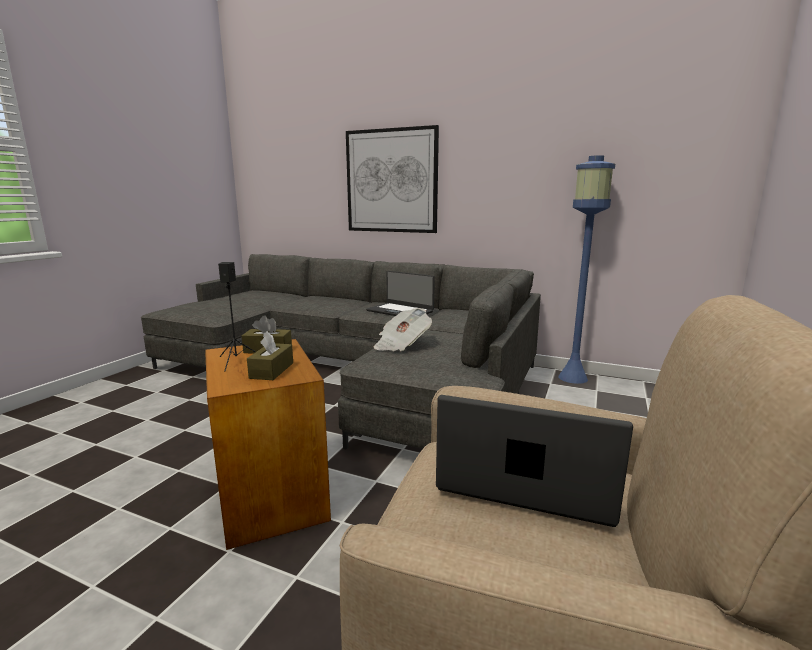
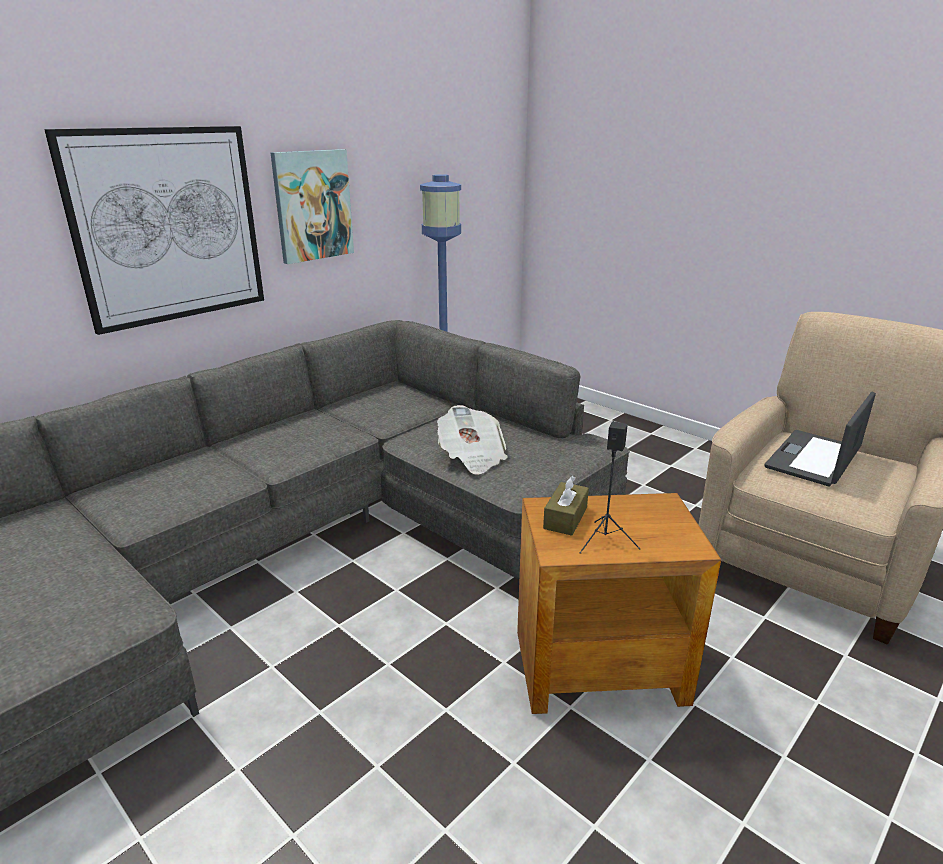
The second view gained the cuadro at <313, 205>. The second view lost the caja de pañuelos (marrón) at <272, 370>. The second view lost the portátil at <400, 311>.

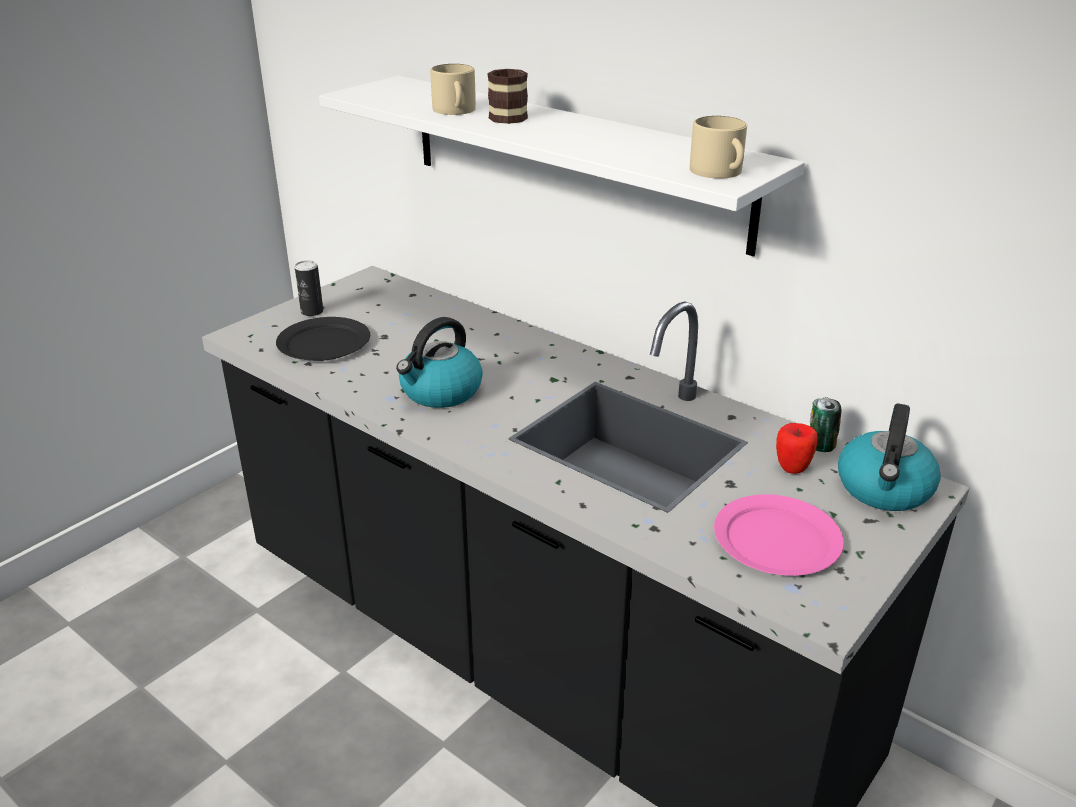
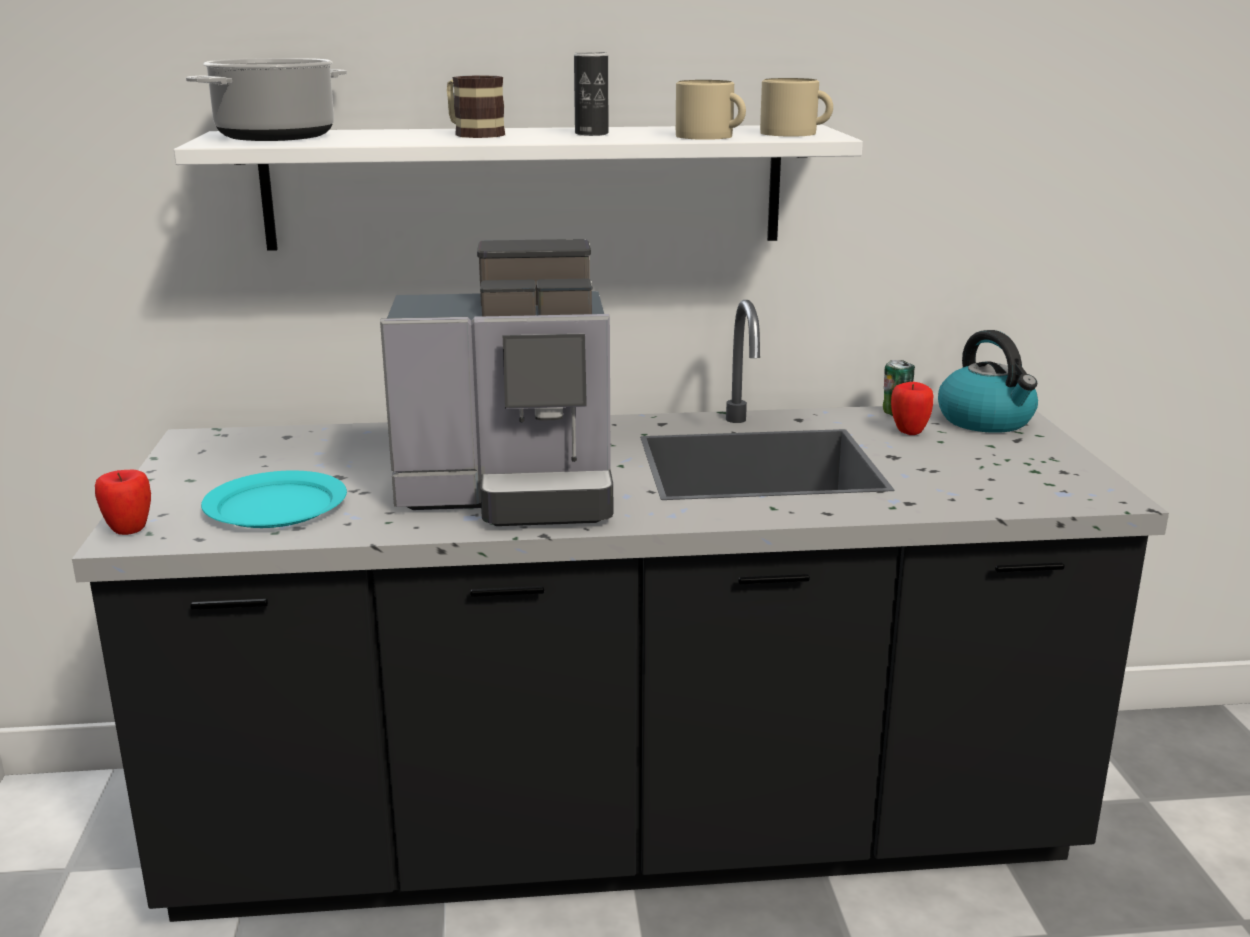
The second view gained the manzana at <129, 530>. The second view gained the olla at <275, 136>. What was the plato (negro) at <324, 343> turned into the plato (turquesa) at <277, 506>. Where the hervidor stood at <440, 392>, the cafetera came to stand at <513, 494>. The lata ended up elsewhere, having gone from <312, 311> to <591, 134>. The taza grande (beis) ended up elsewhere, having gone from <455, 110> to <711, 136>. The second view lost the plato (rosa) at <777, 540>.

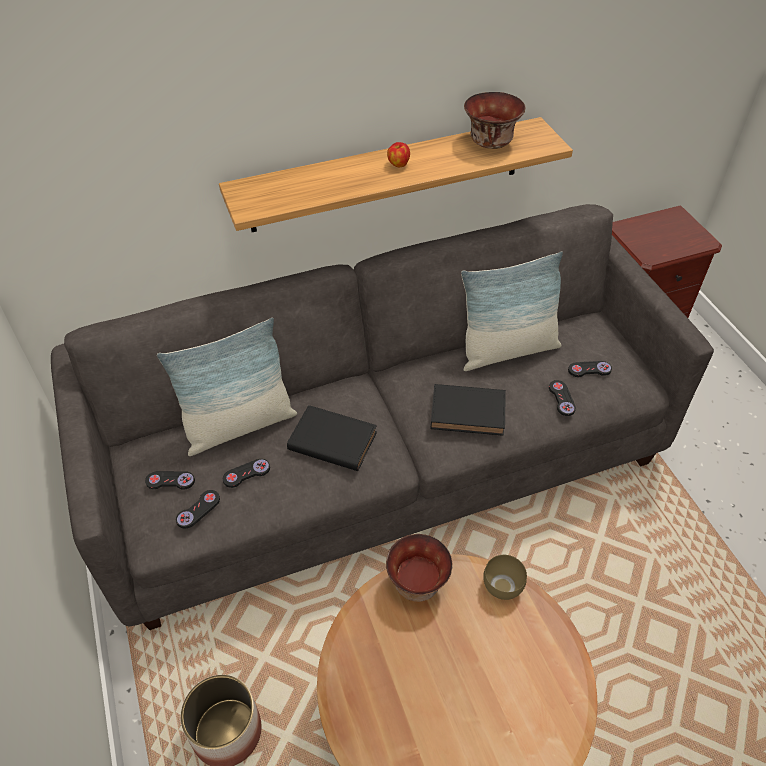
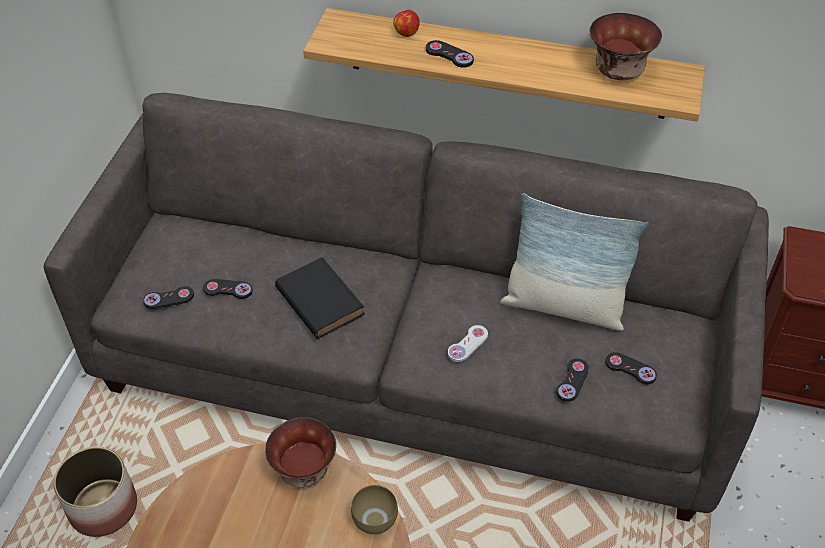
The manzana ended up elsewhere, having gone from <398, 164> to <406, 33>. The mando de consola (negro) ended up elsewhere, having gone from <170, 481> to <449, 55>. Where the libro (negro) stood at <470, 413>, the mando de consola (blanco) came to stand at <468, 344>. The second view lost the cojín at <239, 425>.

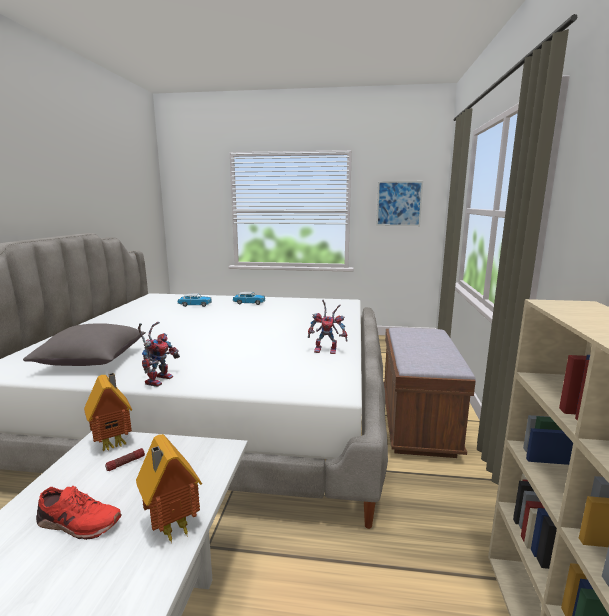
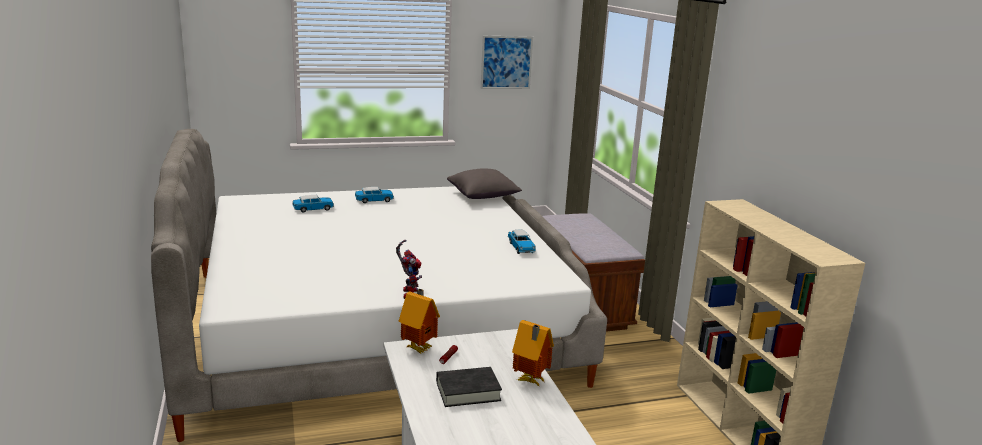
Where the zapato (rojo) stood at <78, 523>, the libro (negro) came to stand at <468, 391>. The cojín (gris) ended up elsewhere, having gone from <93, 361> to <483, 196>. Where the robot de juguete stood at <327, 350>, the coche de juguete came to stand at <521, 248>.

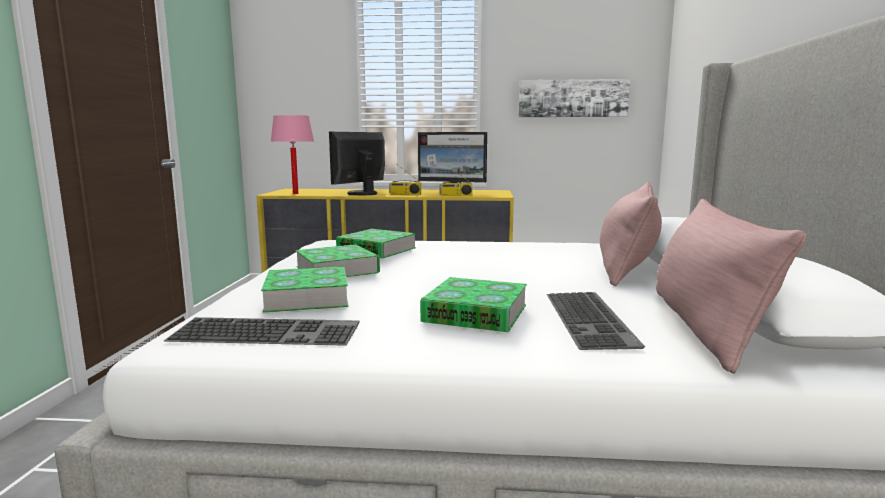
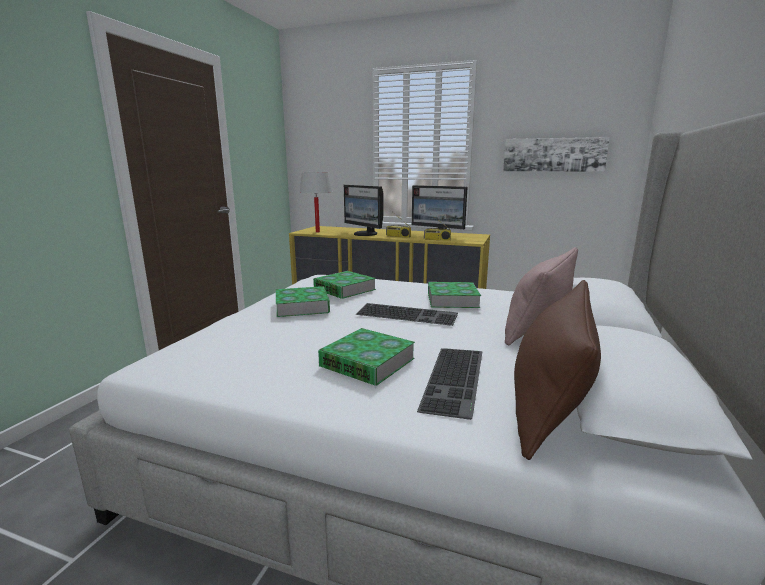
What was the lámpara de mesa (rosa) at <295, 193> turned into the lámpara de mesa (blanco) at <317, 232>. The monitor at <361, 193> ended up facing another way, 90 degrees counterclockwise from before. The teclado ended up elsewhere, having gone from <269, 331> to <408, 314>. The libro ended up elsewhere, having gone from <307, 297> to <452, 300>. What was the cojín (rosa) at <704, 326> turned into the cojín (marrón) at <550, 401>.

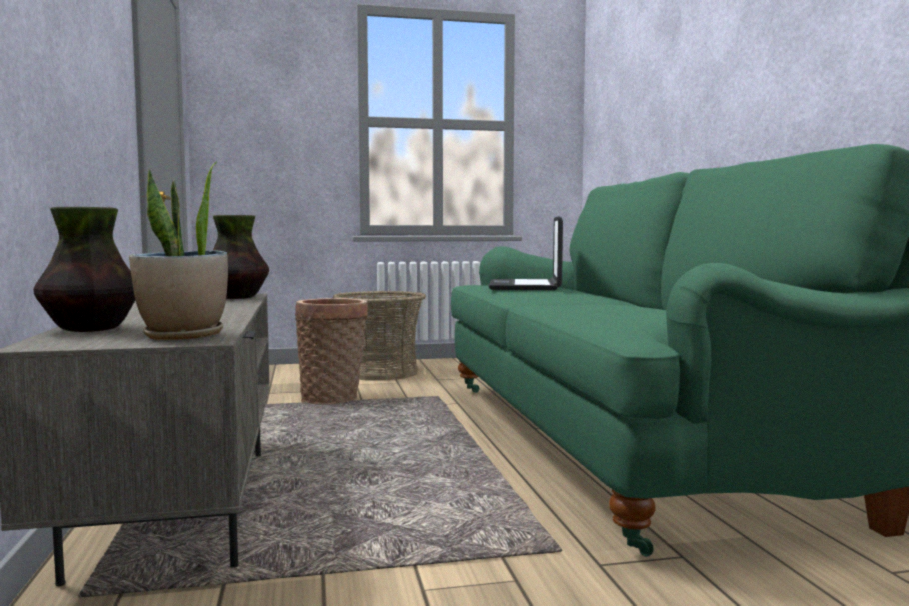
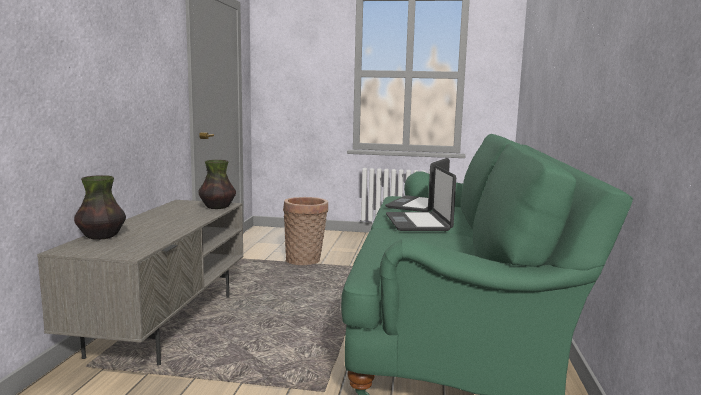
The second view gained the portátil at <418, 223>. The second view lost the planta en maceta at <183, 336>. The second view lost the cesta at <380, 372>.

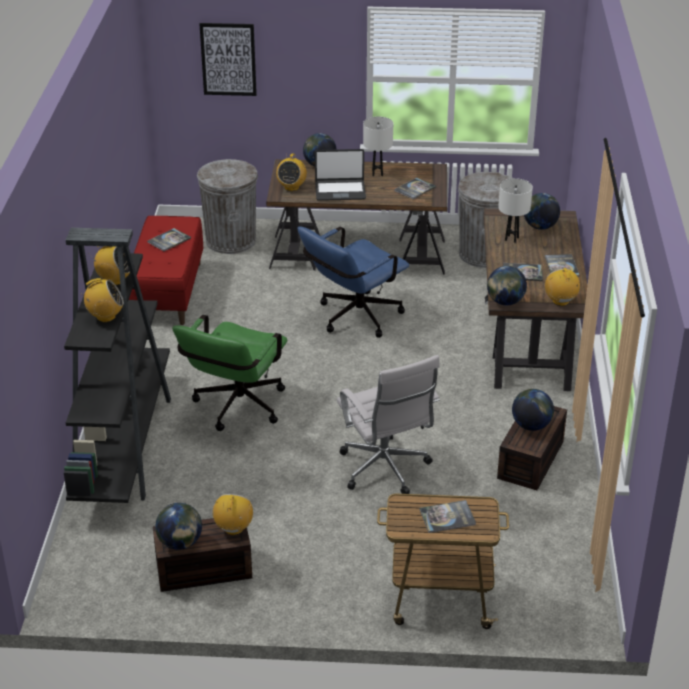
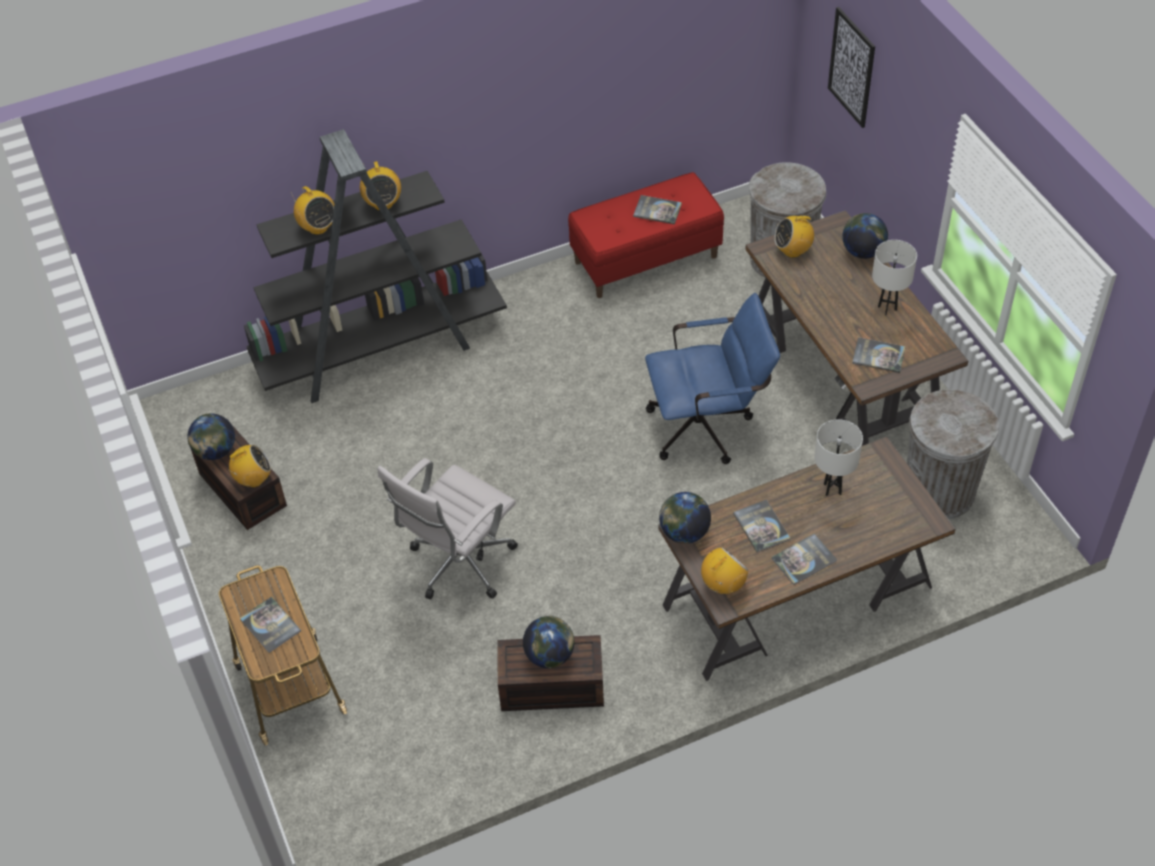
The silla de oficina (azul) at <353, 318> ended up facing another way, 150 degrees clockwise from before. The second view lost the silla de oficina (verde) at <235, 409>. The second view lost the portátil at <340, 191>. The second view lost the globo terráqueo at <540, 227>.

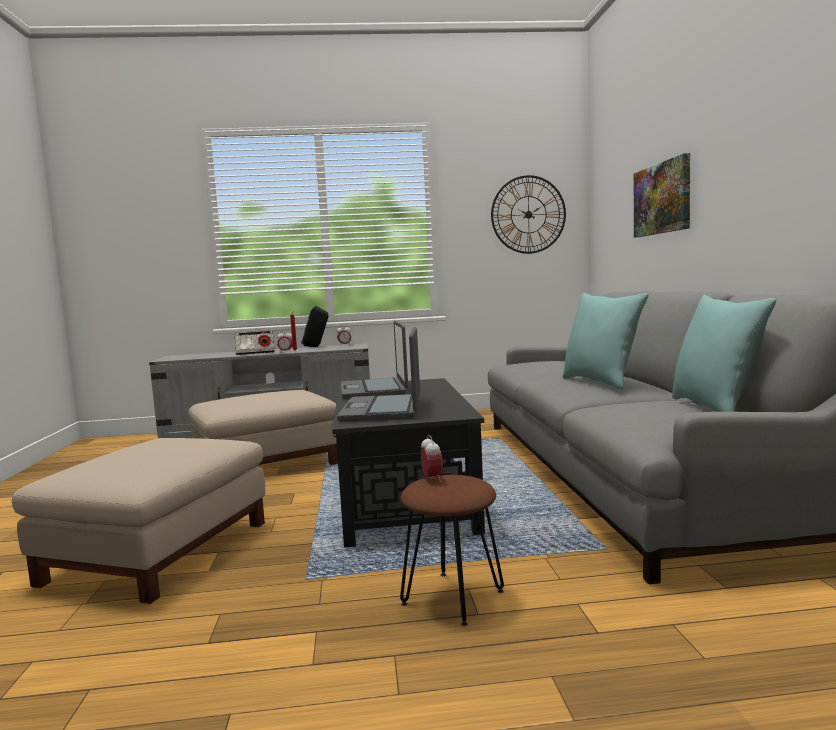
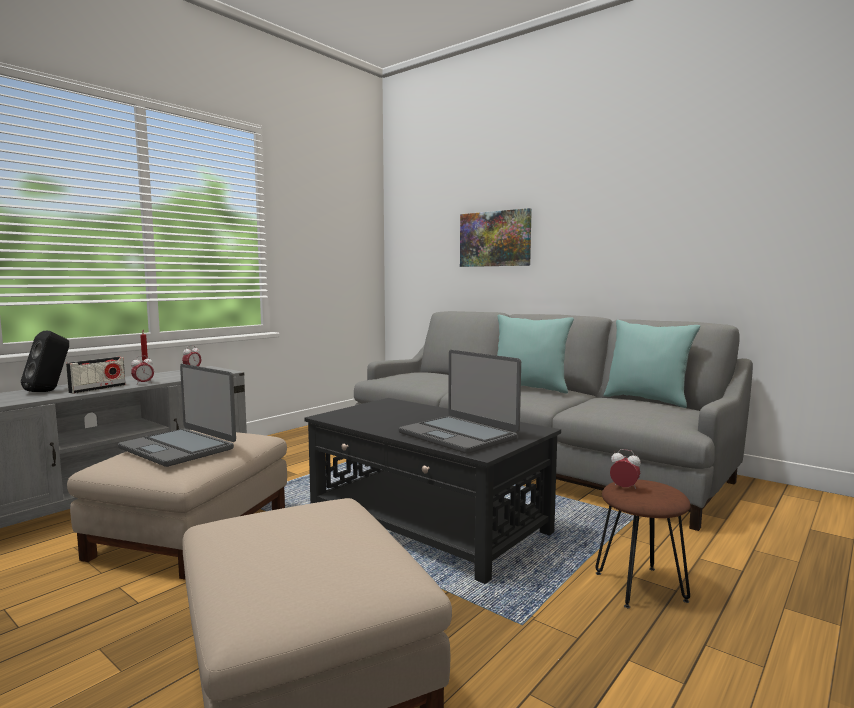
The altavoz (negro) ended up elsewhere, having gone from <316, 346> to <49, 391>. The portátil ended up elsewhere, having gone from <374, 390> to <178, 448>. The second view lost the reloj de pared at <528, 214>.

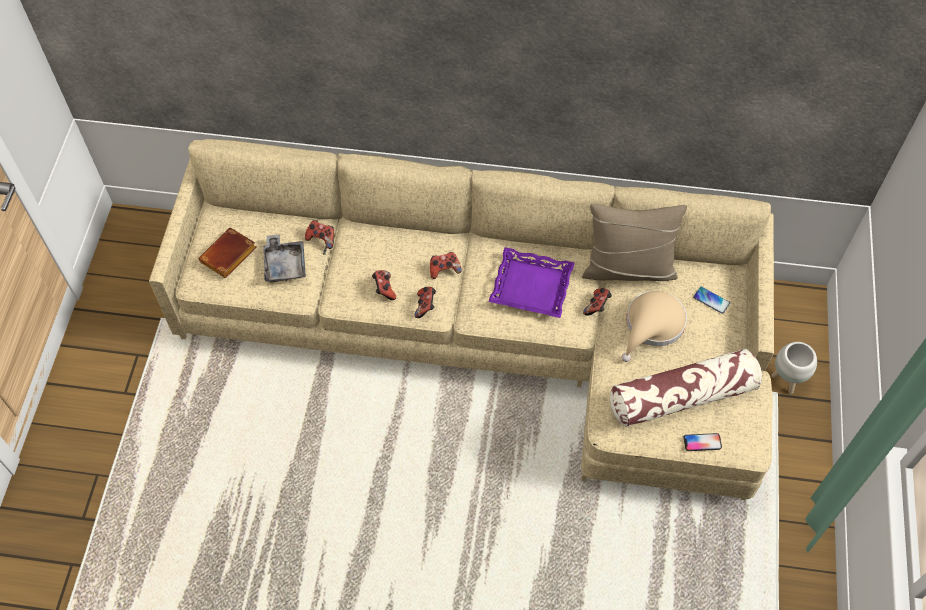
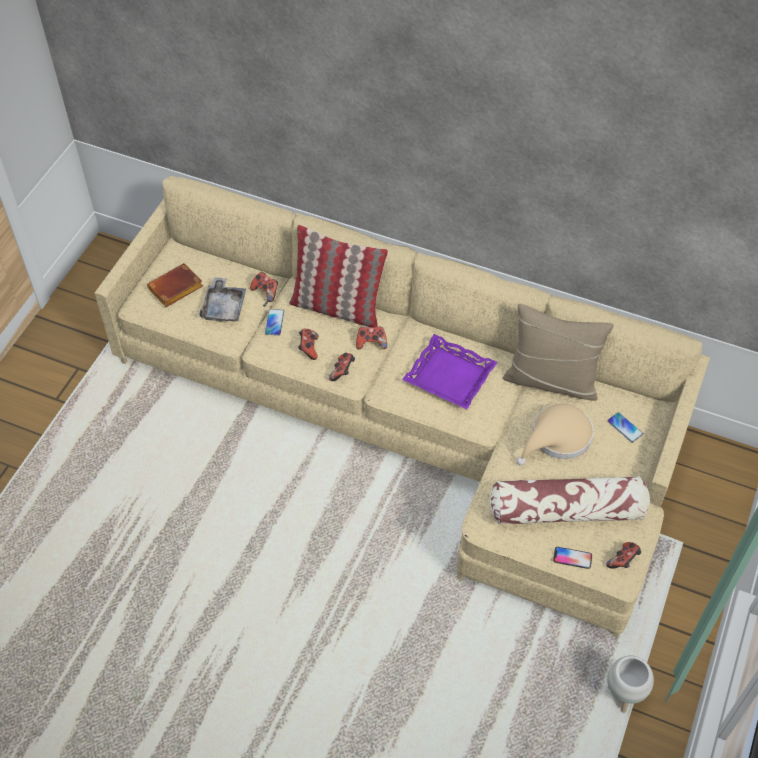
The second view gained the móvil at <274, 322>. The second view gained the cojín at <337, 307>. The mando de consola ended up elsewhere, having gone from <597, 306> to <623, 561>. The maceta (blanco) ended up elsewhere, having gone from <786, 380> to <622, 696>.

